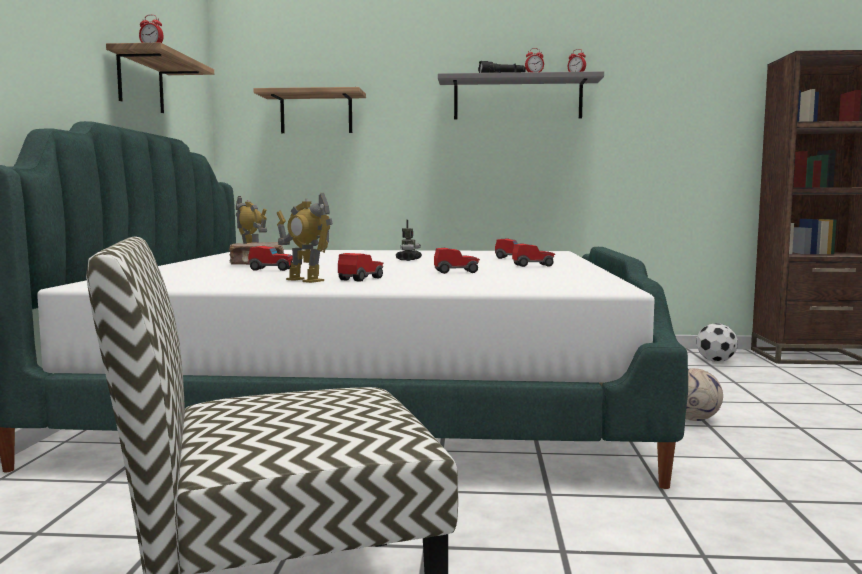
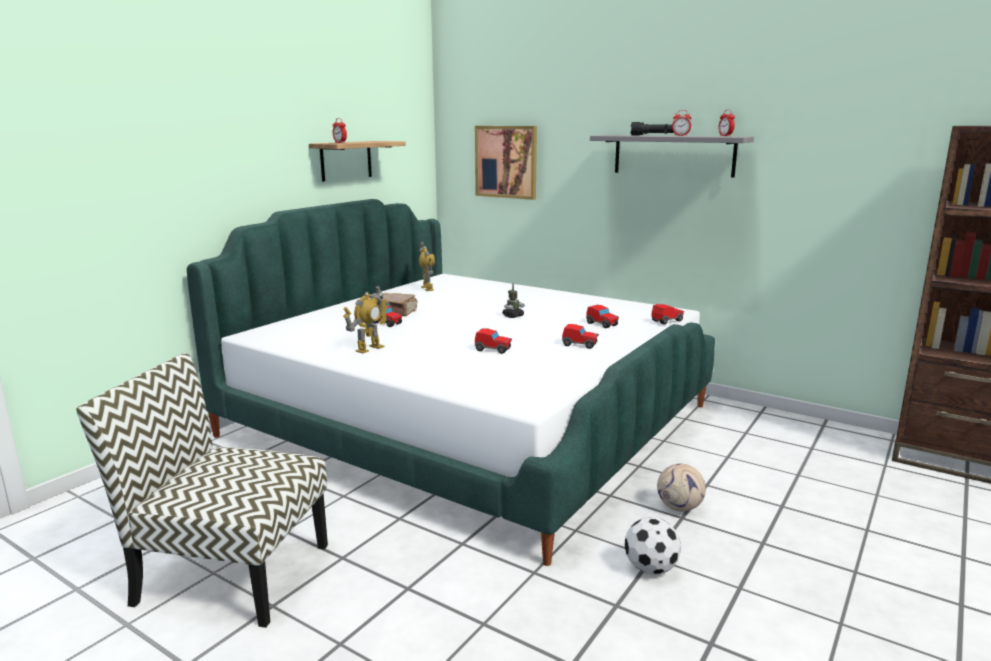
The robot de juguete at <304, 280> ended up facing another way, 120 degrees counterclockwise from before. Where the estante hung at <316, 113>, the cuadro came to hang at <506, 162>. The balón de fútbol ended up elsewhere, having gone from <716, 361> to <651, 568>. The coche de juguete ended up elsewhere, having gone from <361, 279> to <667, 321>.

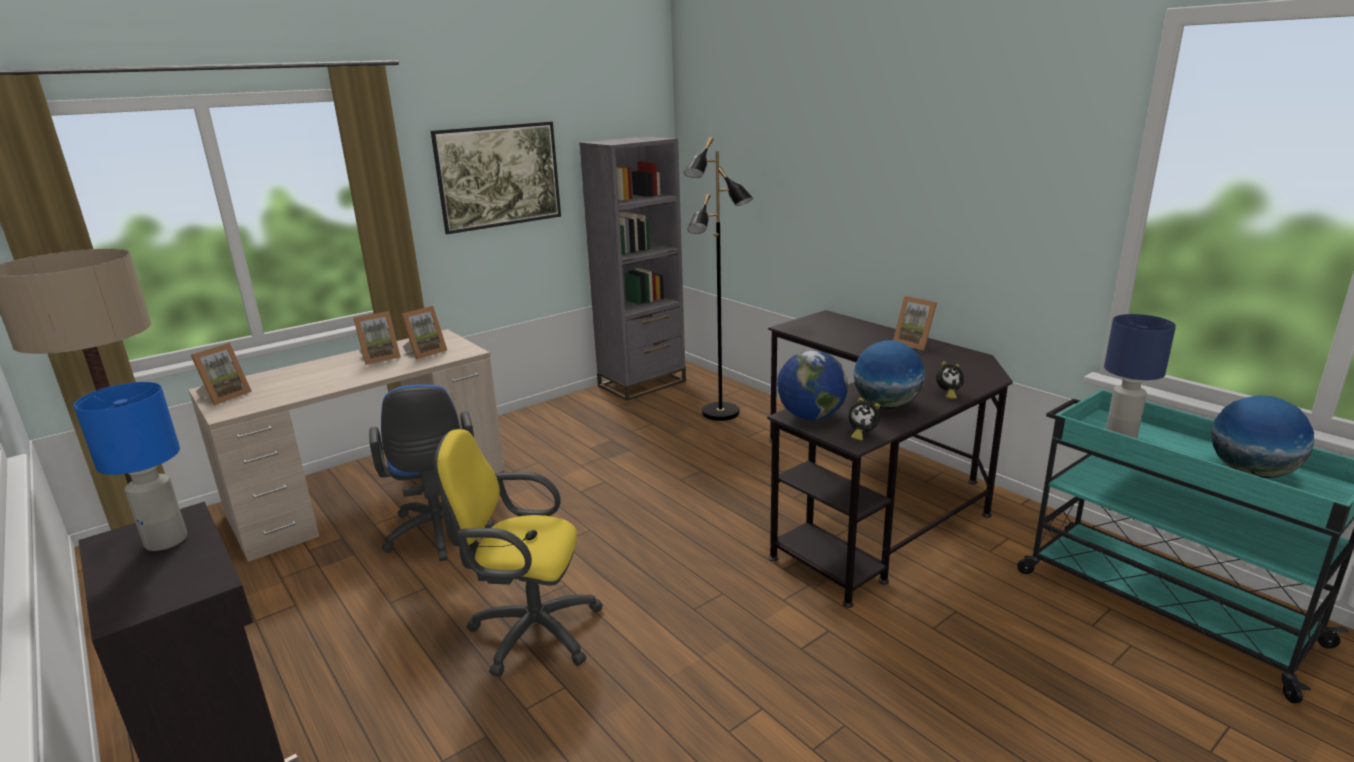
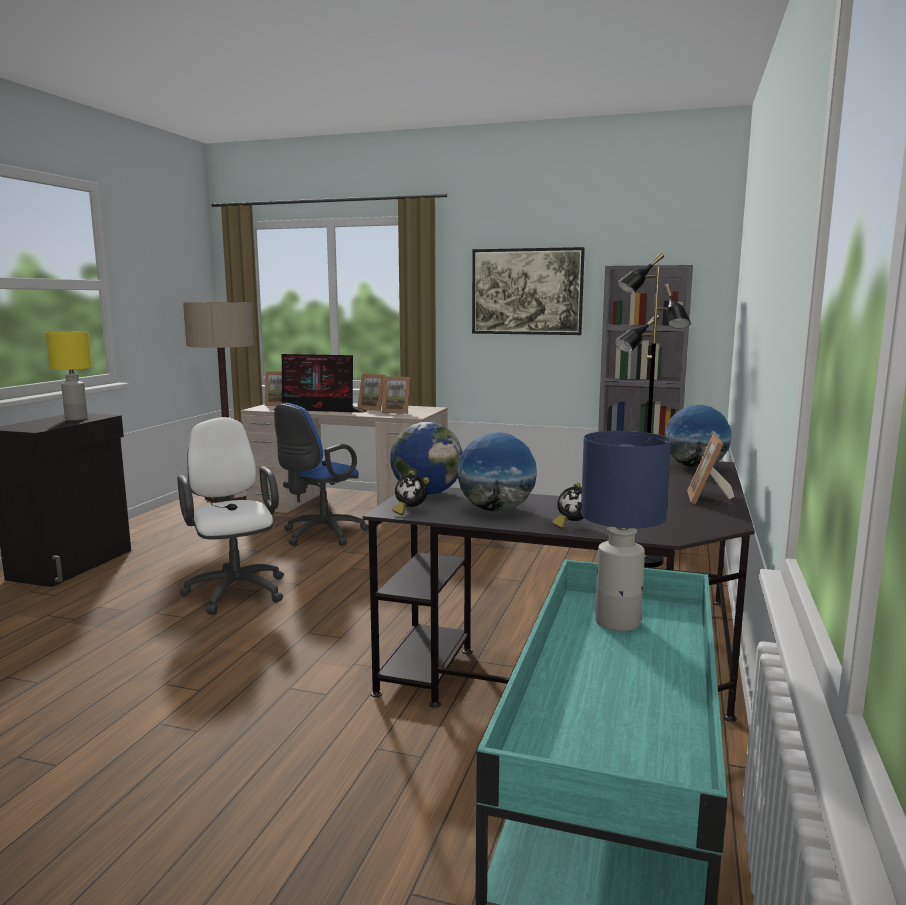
What was the lámpara de mesa (azul) at <166, 541> turned into the lámpara de mesa (amarillo) at <76, 419>. What was the silla de oficina (amarillo) at <528, 631> turned into the silla de oficina (blanco) at <235, 590>. The second view gained the monitor at <320, 410>. The despertador at <861, 435> ended up facing another way, 45 degrees counterclockwise from before. The globo terráqueo ended up elsewhere, having gone from <1251, 473> to <695, 467>.

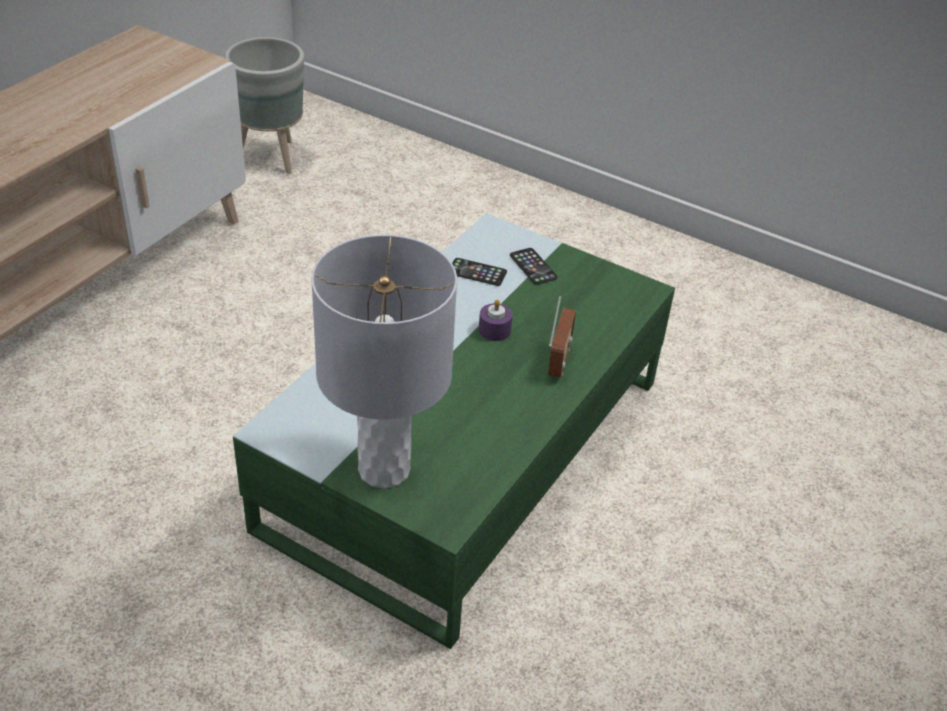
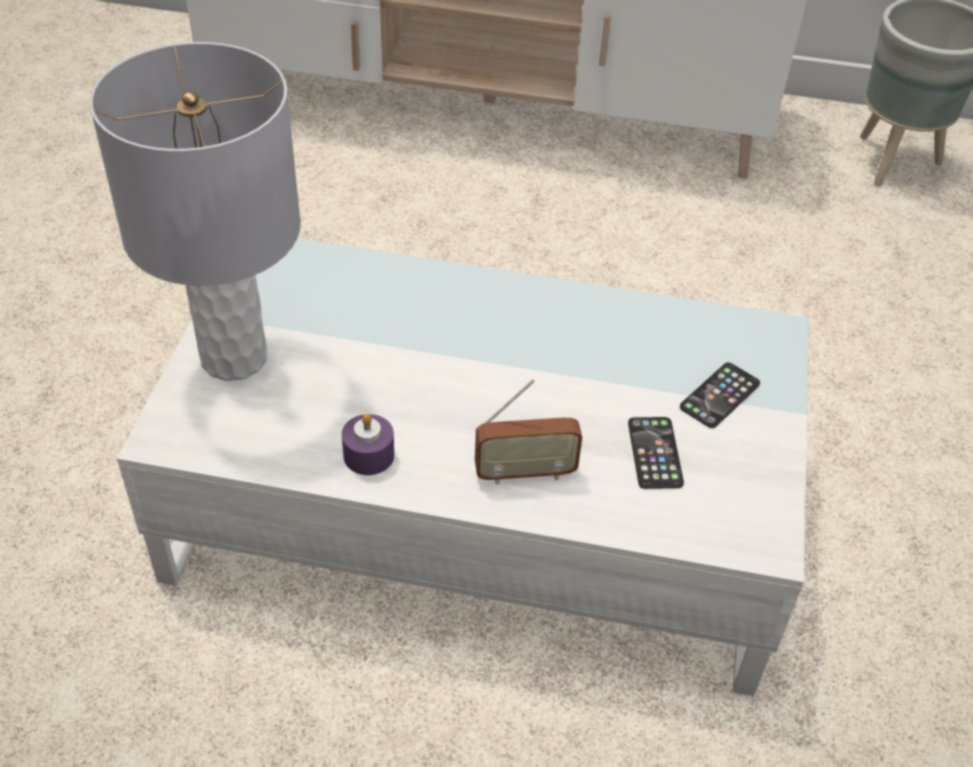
What was the mesa de centro (verde) at <466, 452> turned into the mesa de centro (blanco) at <480, 506>. The vela (morado) ended up elsewhere, having gone from <494, 330> to <368, 455>. The móvil ended up elsewhere, having gone from <477, 272> to <655, 453>.

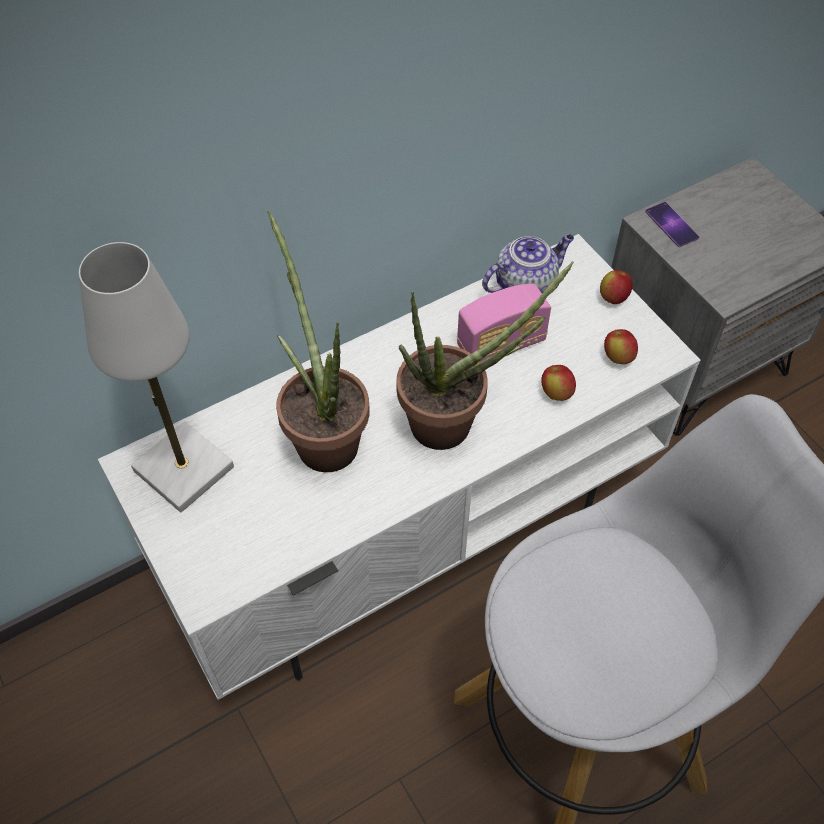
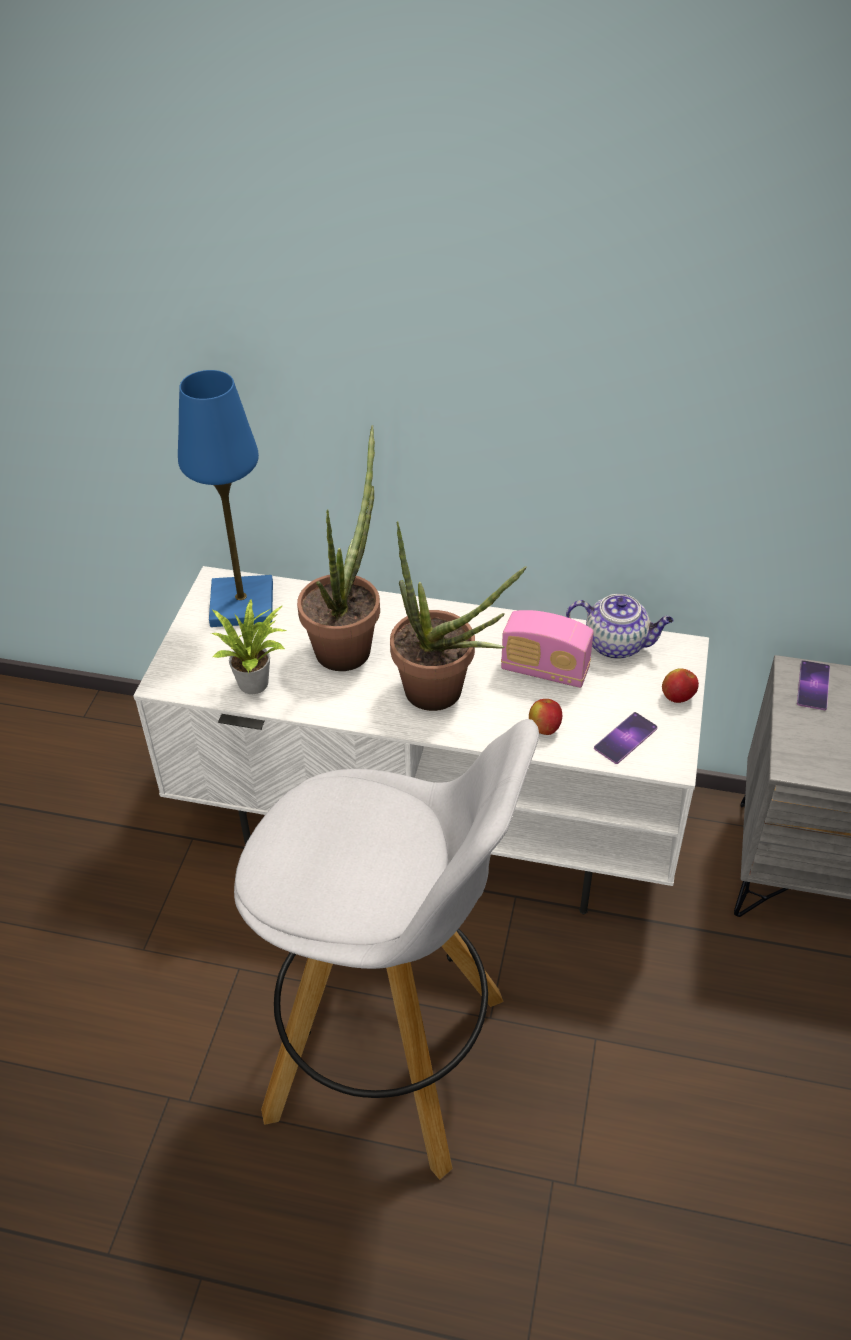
What was the lámpara de mesa (blanco) at <183, 469> turned into the lámpara de mesa (azul) at <241, 604>. The second view gained the planta en maceta at <257, 682>. Where the manzana stood at <618, 357>, the móvil came to stand at <625, 738>.

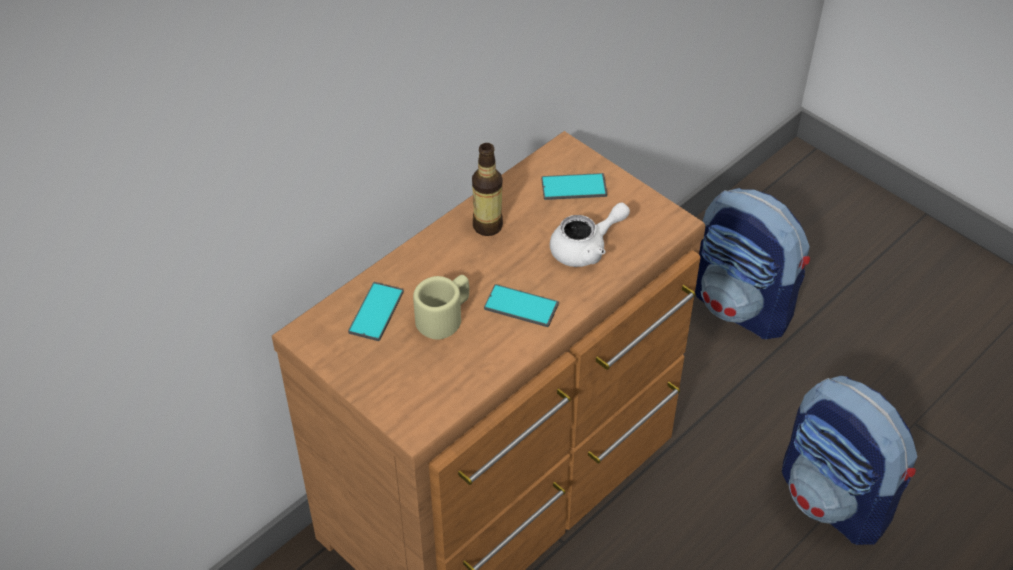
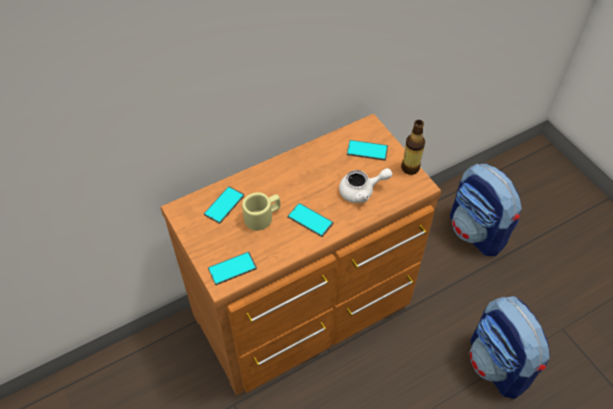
The second view gained the móvil at <232, 268>. The botella ended up elsewhere, having gone from <487, 226> to <410, 168>.

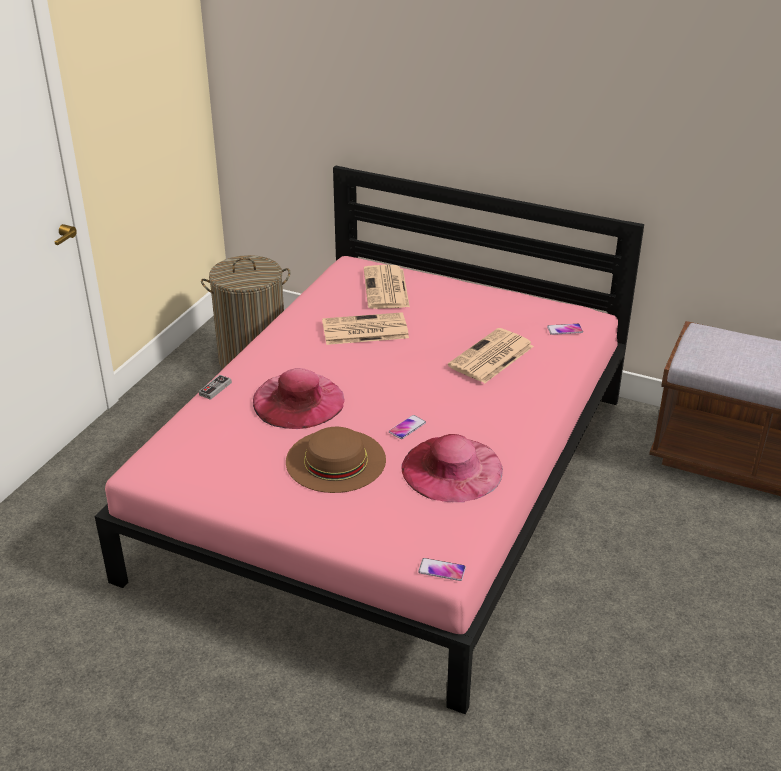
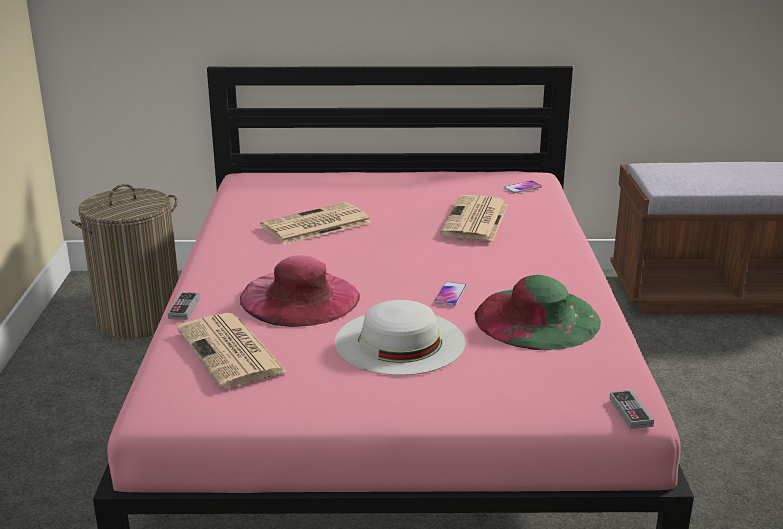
The periódico ended up elsewhere, having gone from <386, 289> to <232, 352>. What was the sombrero (marrón) at <336, 460> turned into the sombrero (blanco) at <400, 341>. What was the sombrero (rosa) at <452, 469> turned into the sombrero (verde) at <537, 318>. Where the móvil stood at <442, 570>, the mando de consola came to stand at <630, 412>.

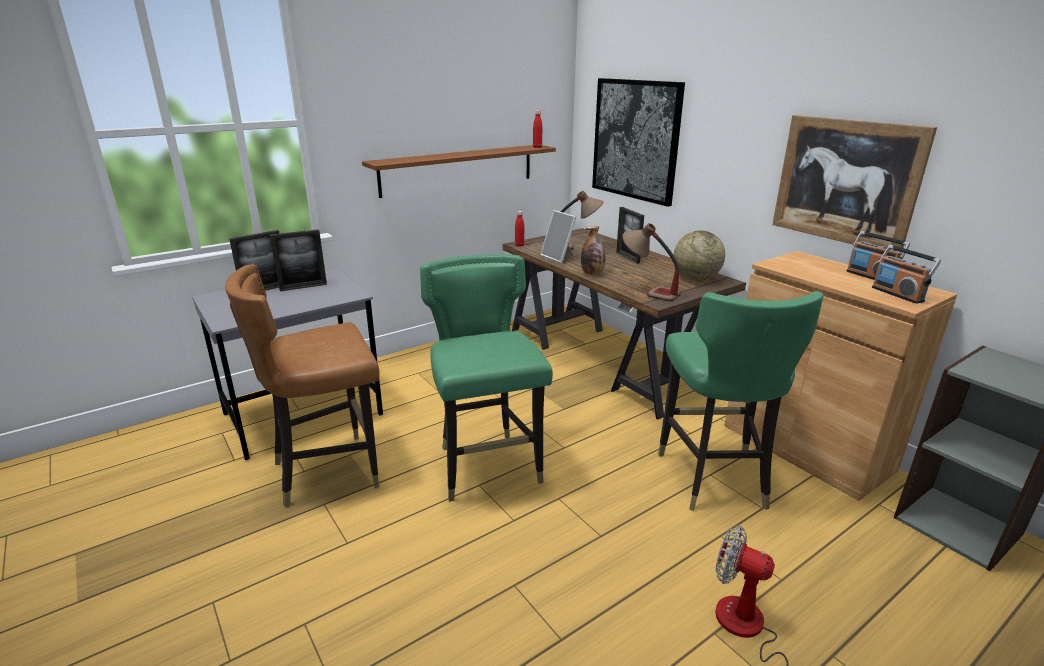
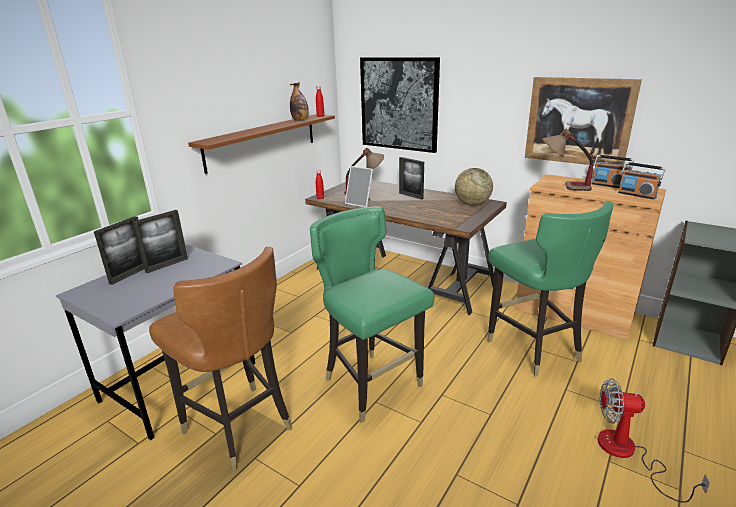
The silla (marrón) at <328, 470> ended up facing another way, 90 degrees counterclockwise from before. The botella ended up elsewhere, having gone from <592, 273> to <300, 120>. The lámpara de mesa ended up elsewhere, having gone from <648, 292> to <563, 187>.

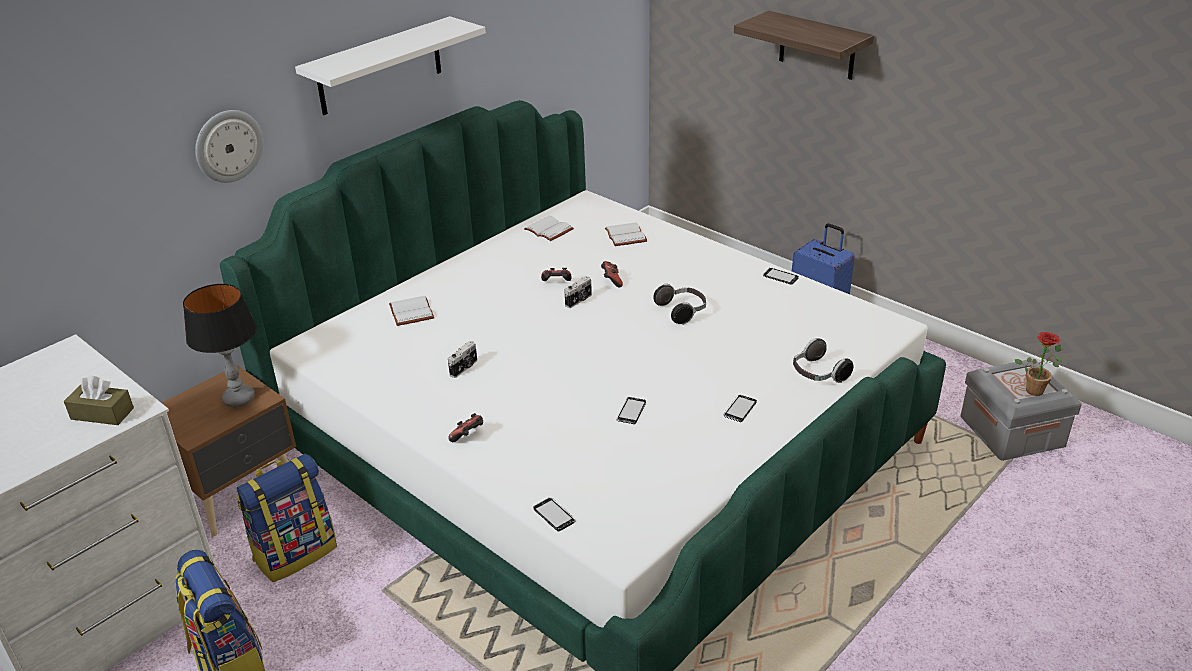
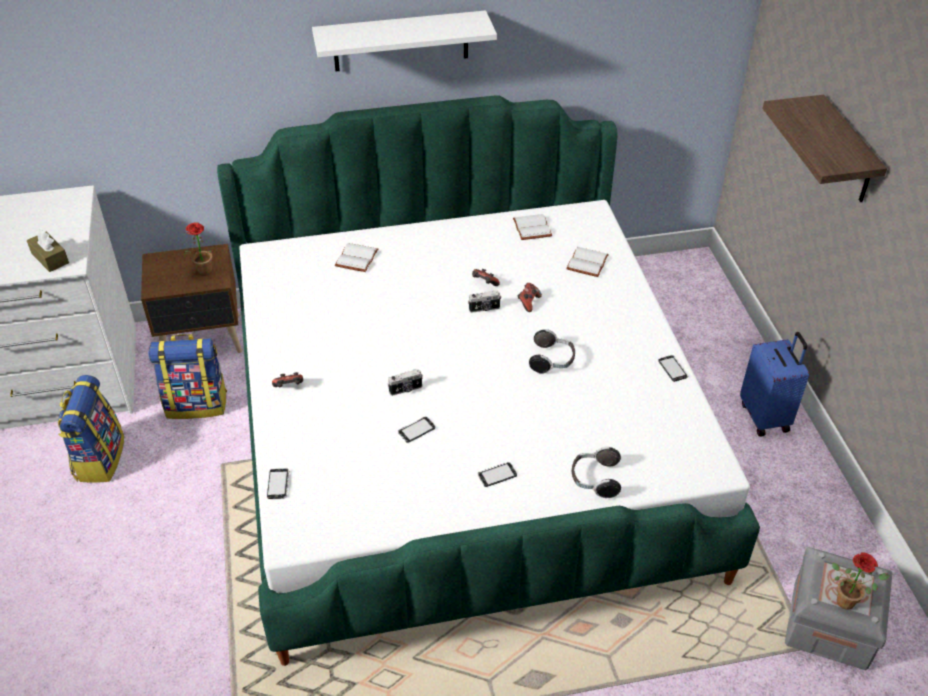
Where the lámpara de mesa stood at <239, 399>, the planta en maceta came to stand at <203, 273>. The cámara ended up elsewhere, having gone from <464, 368> to <406, 390>. The second view lost the reloj de pared at <228, 145>.

